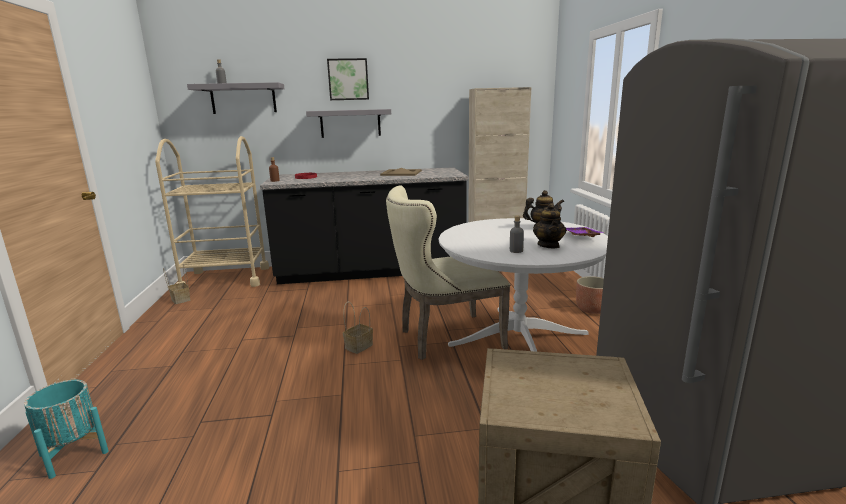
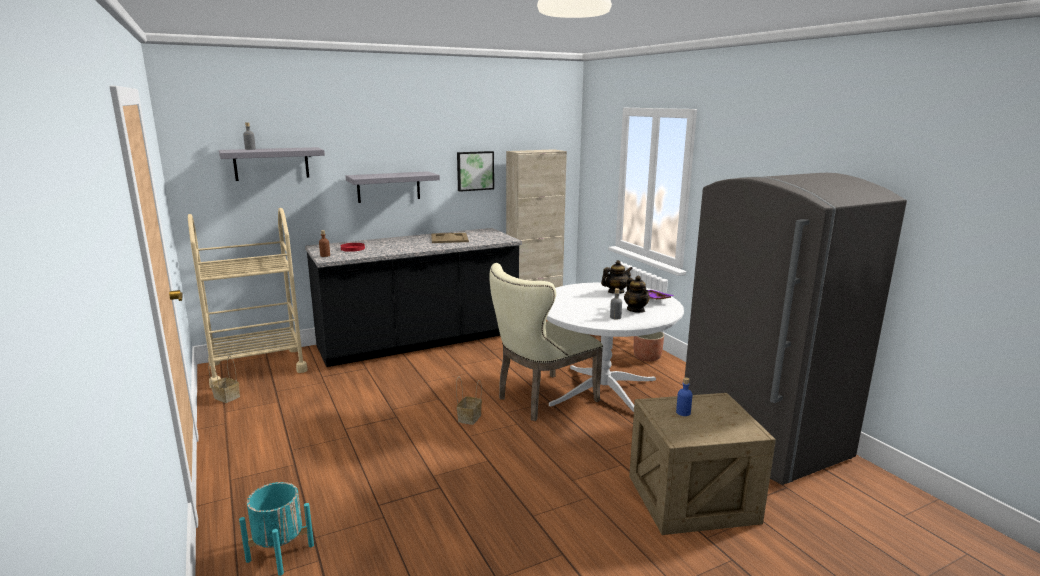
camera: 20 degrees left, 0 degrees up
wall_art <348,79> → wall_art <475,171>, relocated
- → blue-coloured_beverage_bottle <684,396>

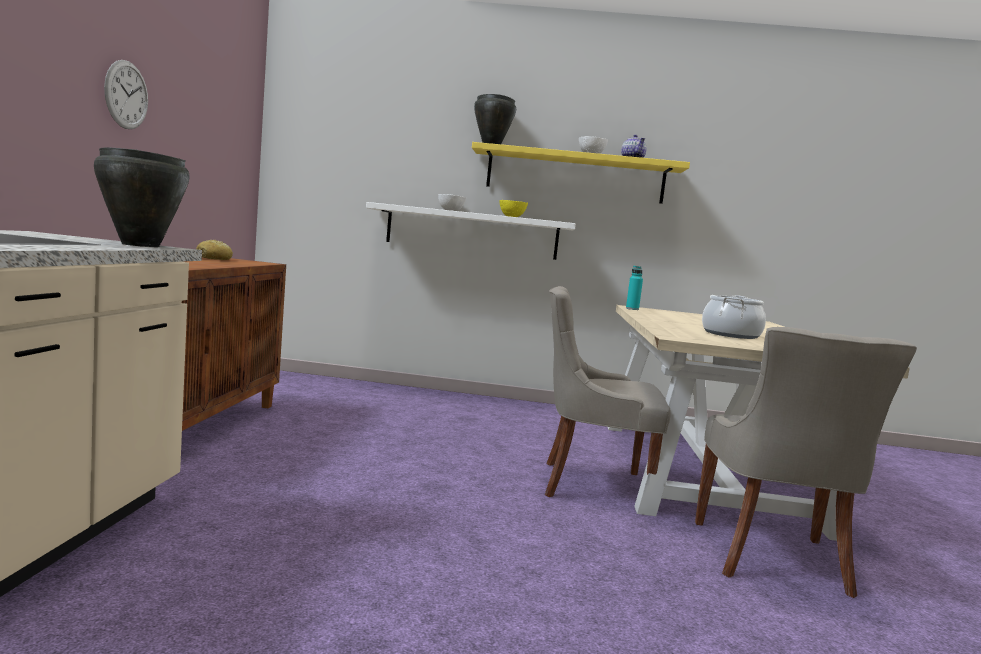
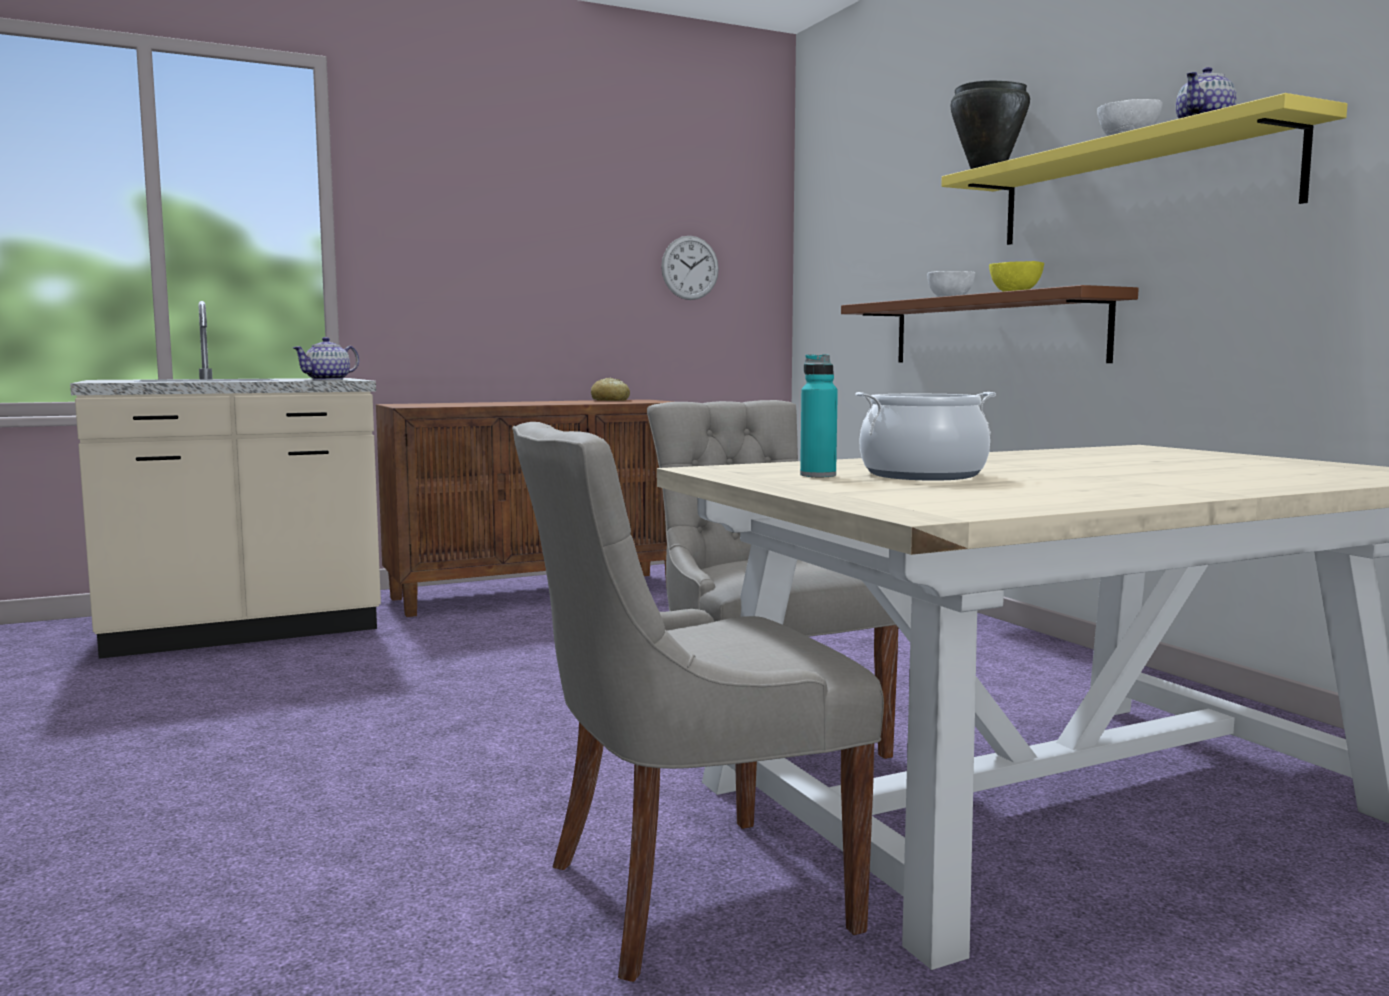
camera: 60 degrees right, 0 degrees up
black_stockpot <142,197> → teapot <325,358>
hanging_clock <126,94> → hanging_clock <690,268>, relocated
blue-green_beverage_bottle <634,288> → blue-green_beverage_bottle <819,415>, relocated
white_bracket_shelf <471,231> → brown-coloured_bracket_shelf <990,324>

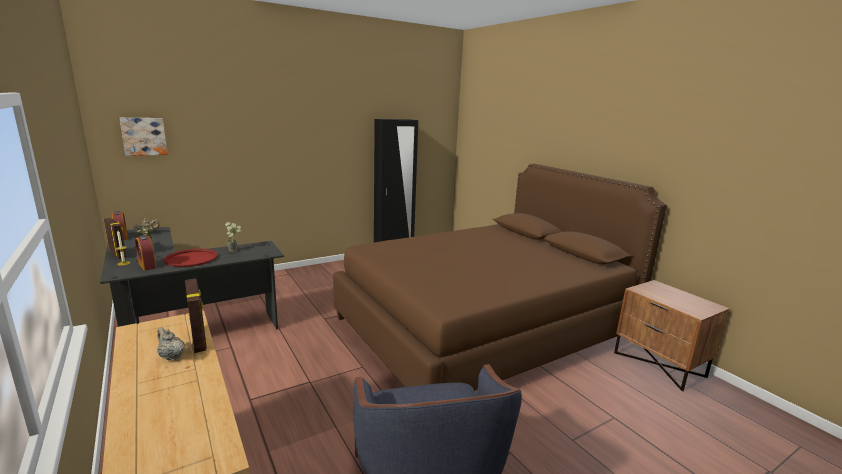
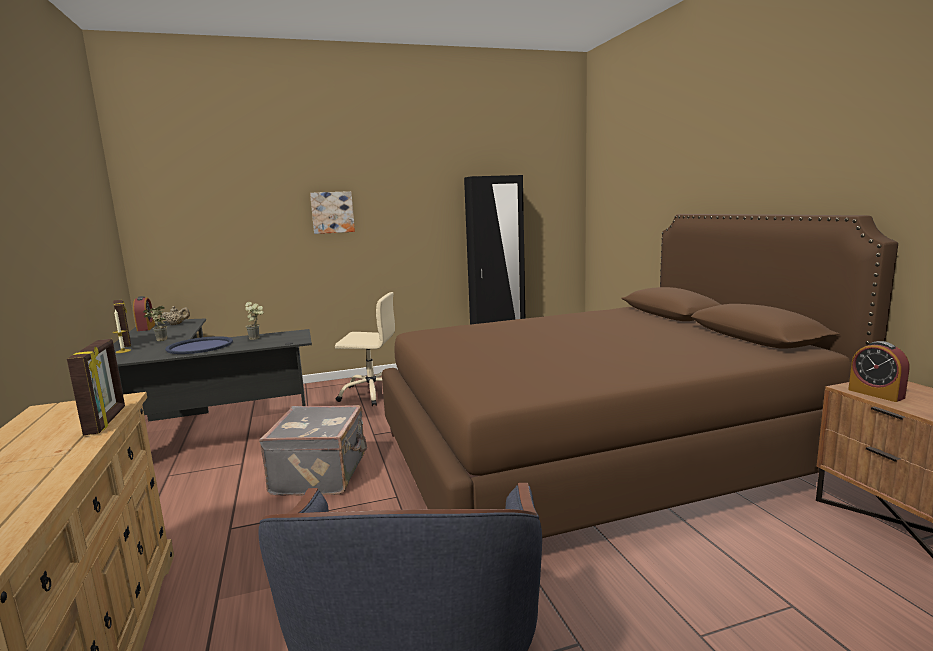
camera: 15 degrees right, 5 degrees down
reddish_serving_tray <191,258> → blue-coloured_serving_tray <199,345>
- → grey_piece_of_luggage <313,450>
wall_art <143,137> → wall_art <332,212>, relocated
- → sand-coloured_office_chair <365,349>
table_clock <146,253> → table_clock <878,371>, relocated
sand-coloured_teapot <171,343> → -

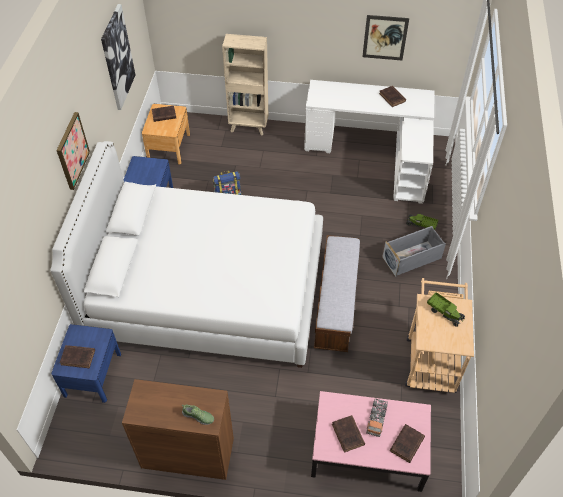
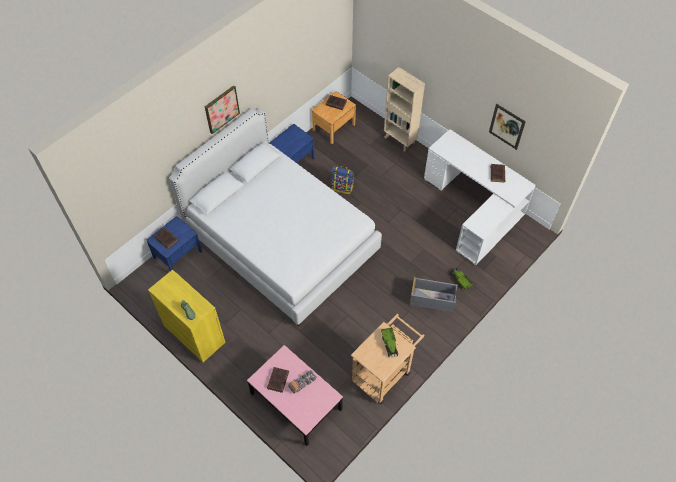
camera: 35 degrees right, 5 degrees up
brown-coloured_cabinet <178,429> → yellowish_cabinet <186,315>
wall_art <118,57> → -
indoor_bench <337,293> → -
brown-coloured_bound_book <407,443> → -

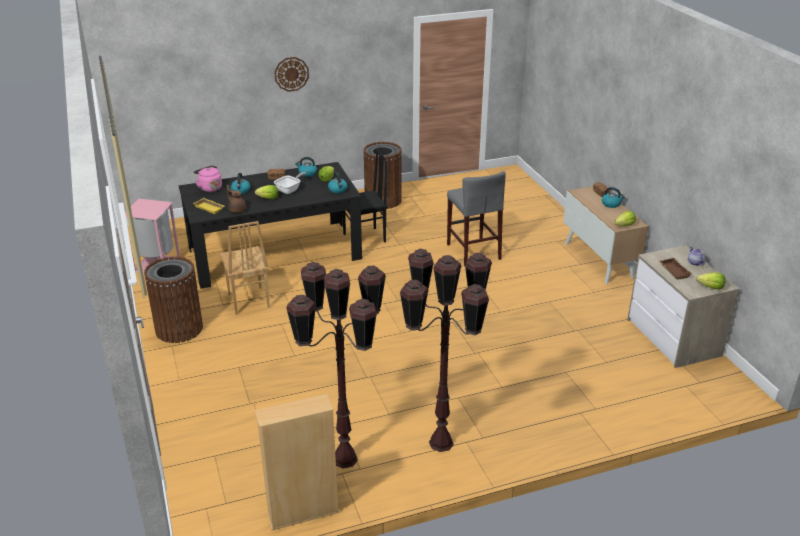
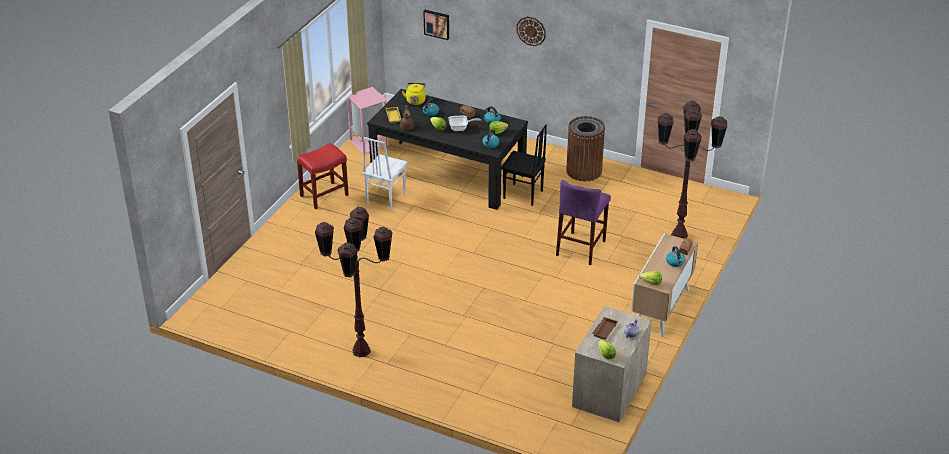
camera: 45 degrees right, 5 degrees up
brown-coloured_waste_bin <173,299> → reddish_stool_seat <323,176>
brown-coloured_chair <245,268> → white_chair <385,174>
pink-coloured_tea_kettle <208,178> → yellowish_tea_kettle <414,94>
- → wall_art <436,25>
grey_stool_seat <476,218> → purplish_stool_seat <583,222>
brown-coloured_standing_lamp <336,365> → brown-coloured_standing_lamp <692,170>, relocated
sand-coloured_bookcase <297,462> → -

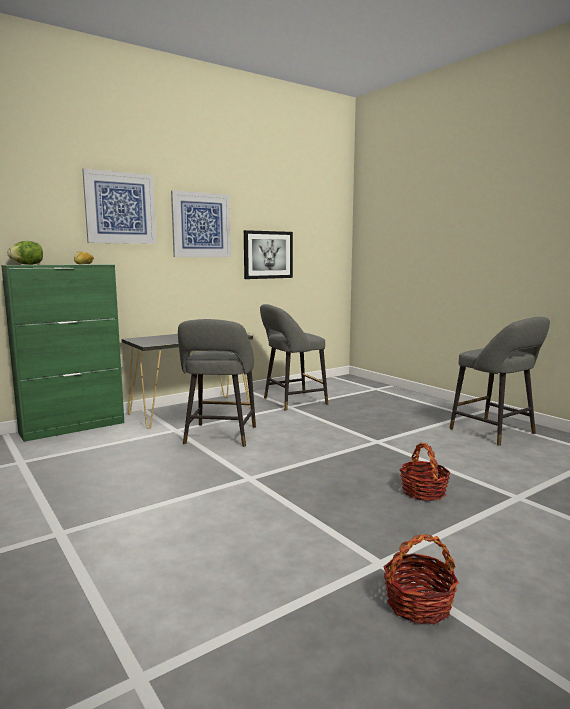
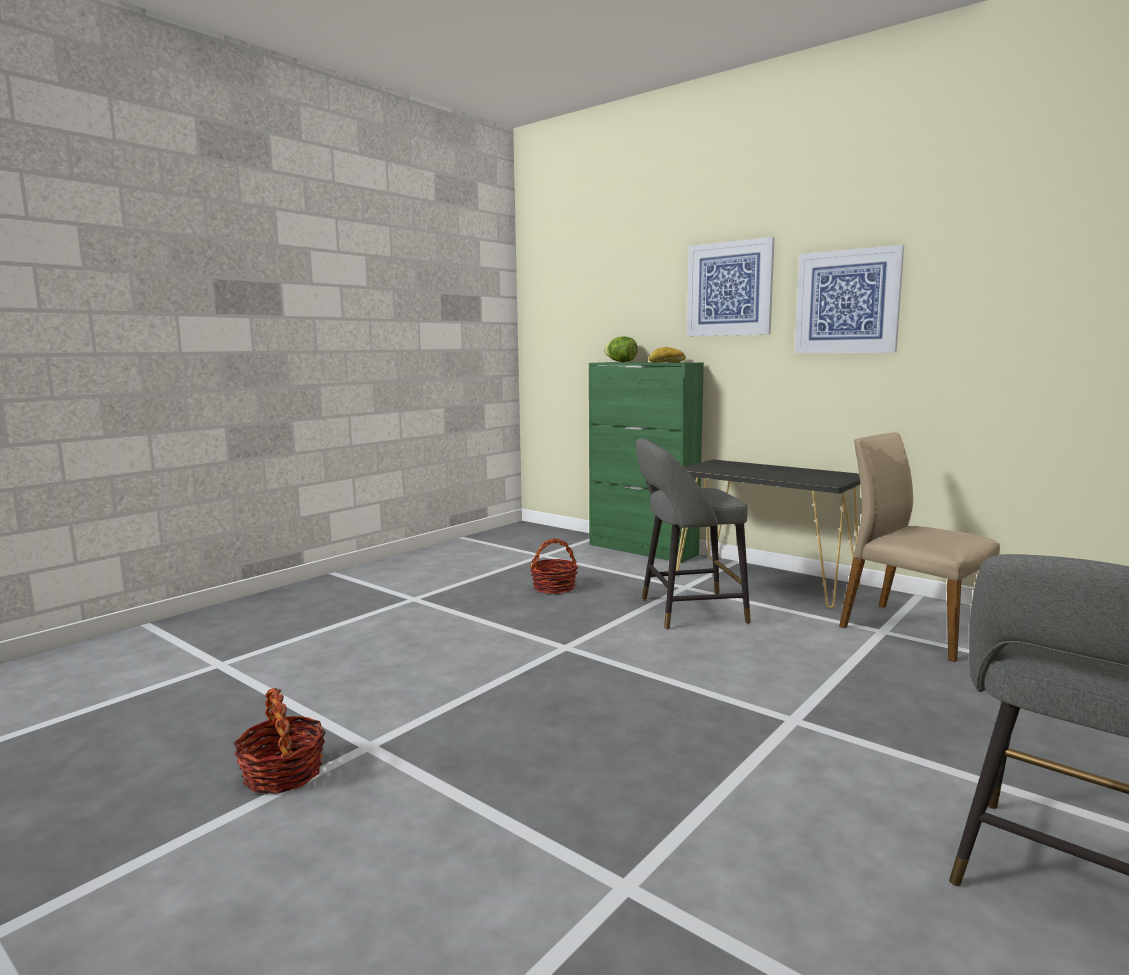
camera: 75 degrees right, 0 degrees up
household_basket <425,472> → household_basket <554,566>, relocated
grey_stool_seat <294,357> → sand-coloured_chair <919,547>
wall_art <268,254> → -

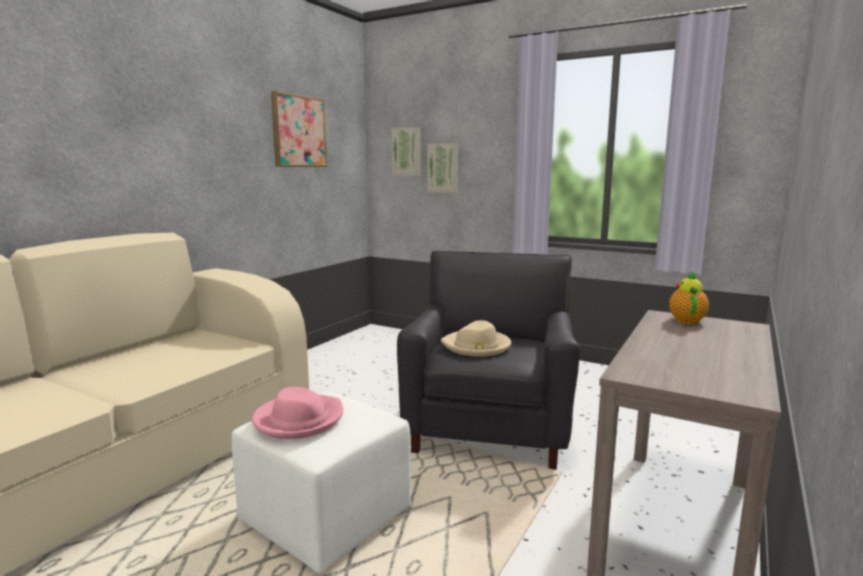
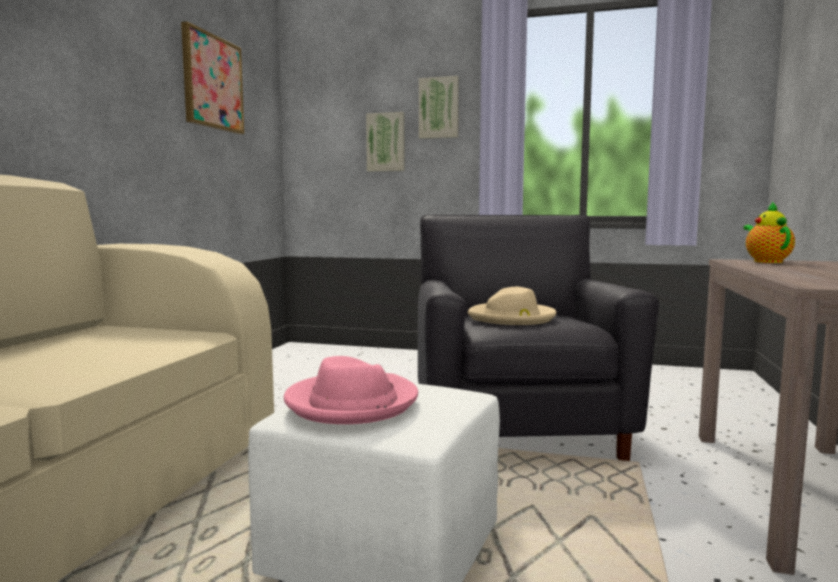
camera: 15 degrees left, 5 degrees down
wall_art <406,151> → wall_art <439,107>, relocated

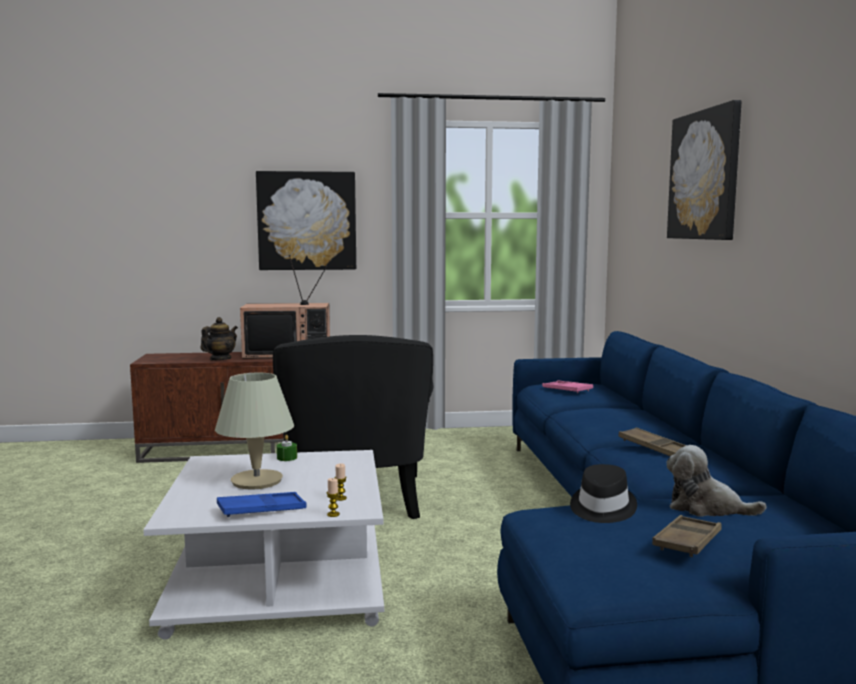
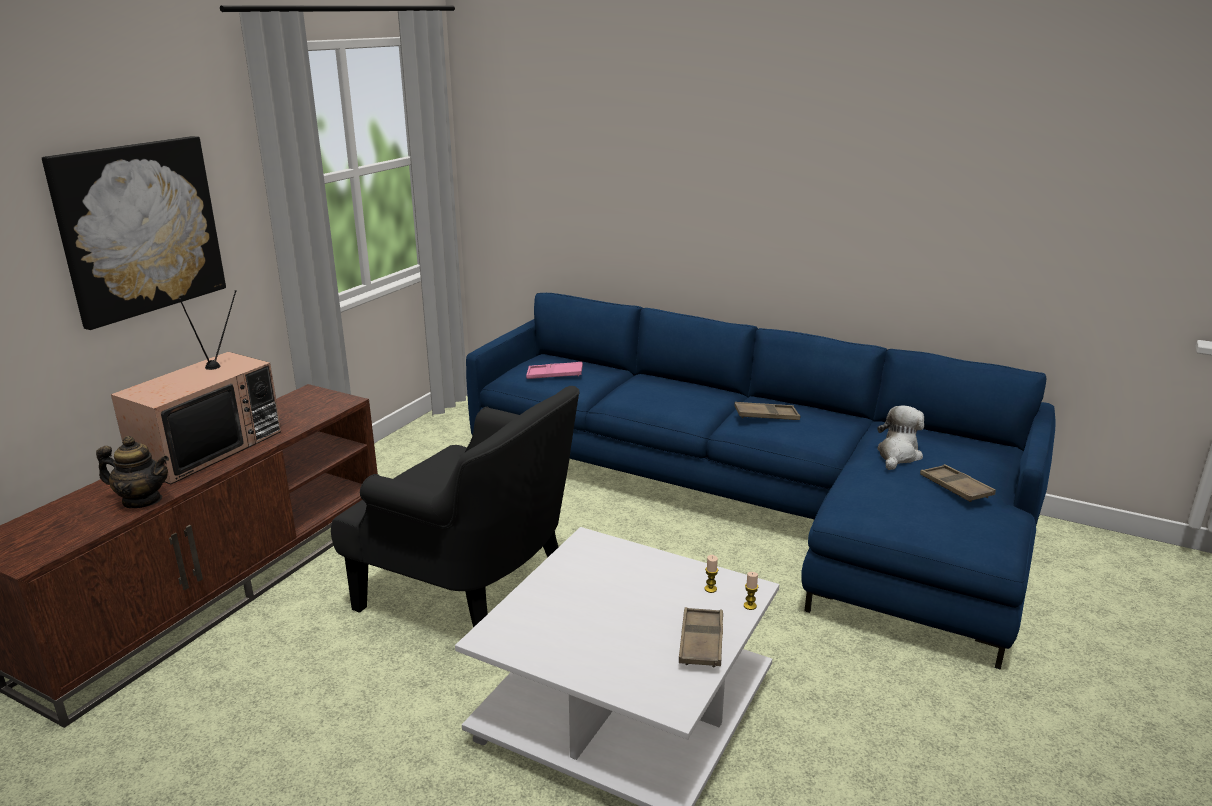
camera: 55 degrees left, 15 degrees up
teapot <219,338> → teapot <132,472>, 120 degrees clockwise
blue-coloured_serving_tray <262,504> → brown-coloured_serving_tray <701,637>
soft_toy <716,481> → soft_toy <900,437>, 150 degrees clockwise
sand-coloured_tabletop_lamp <254,431> → -
green_candle <287,448> → -
black_wearable_hat <603,493> → -
wall_art <704,170> → -

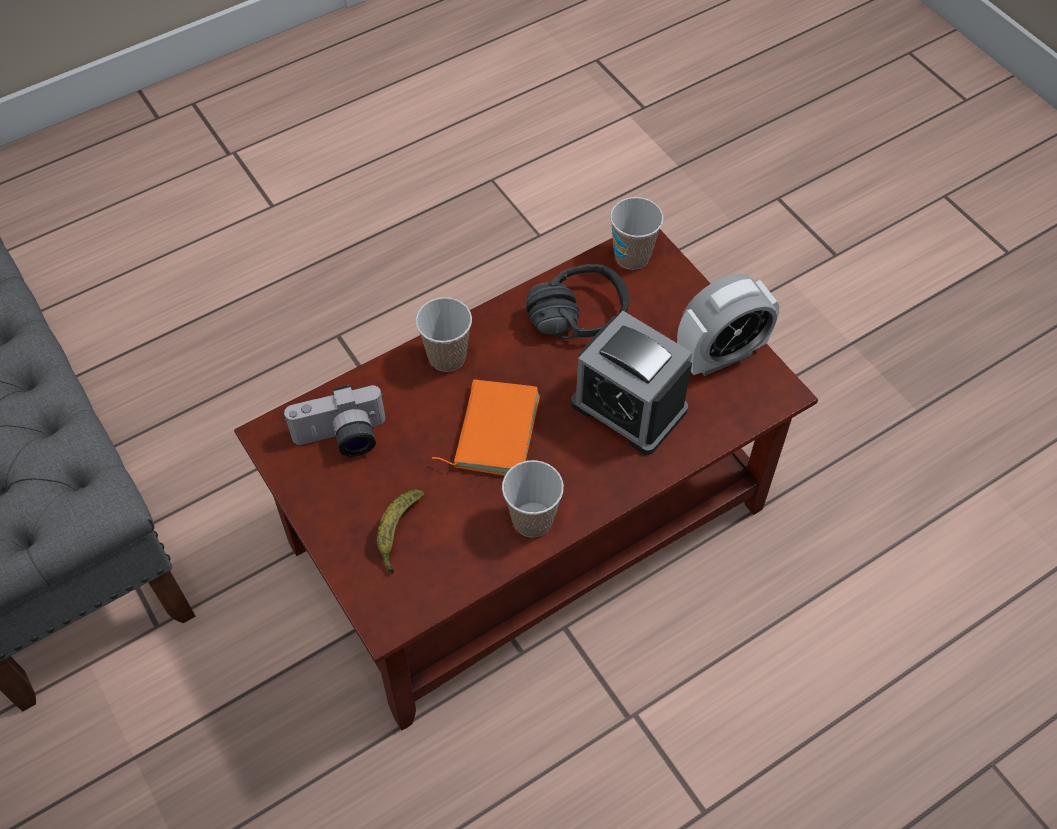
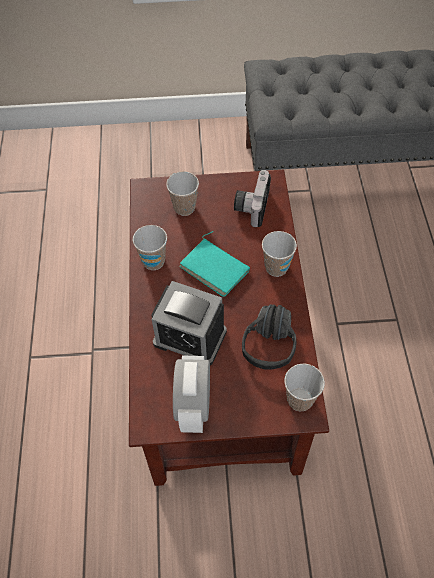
camera: 120 degrees right, 0 degrees up
table_clock <631,383> → table_clock <189,323>, 135 degrees counterclockwise
banana_fruit <401,531> → drinking_cup <182,193>
orangey_bound_book <485,427> → blue-green_bound_book <214,264>

